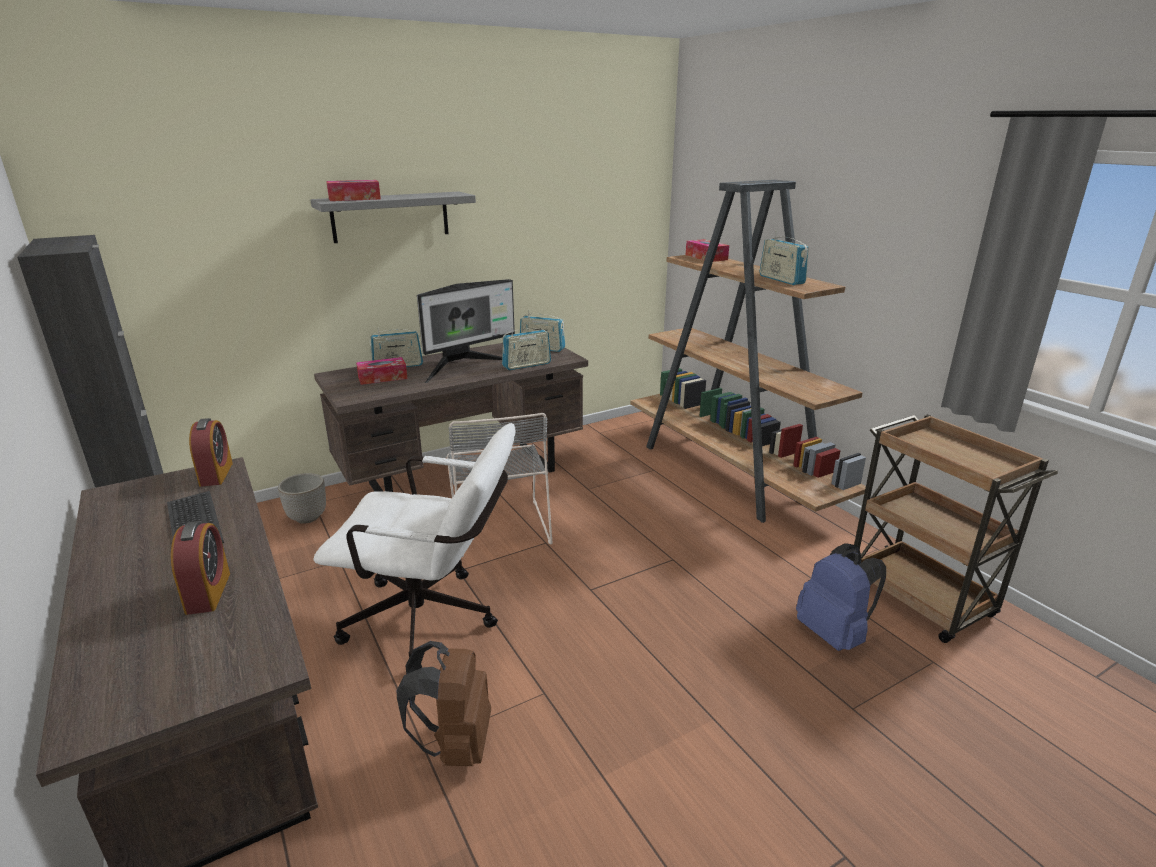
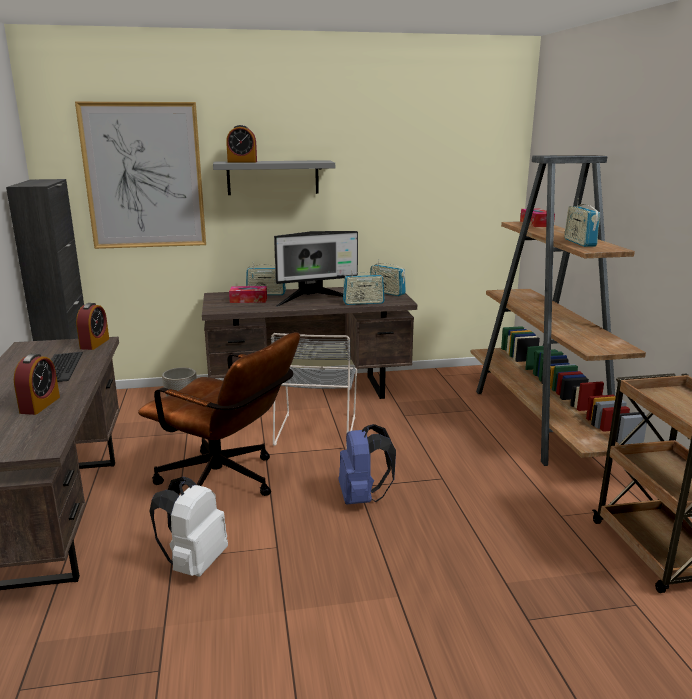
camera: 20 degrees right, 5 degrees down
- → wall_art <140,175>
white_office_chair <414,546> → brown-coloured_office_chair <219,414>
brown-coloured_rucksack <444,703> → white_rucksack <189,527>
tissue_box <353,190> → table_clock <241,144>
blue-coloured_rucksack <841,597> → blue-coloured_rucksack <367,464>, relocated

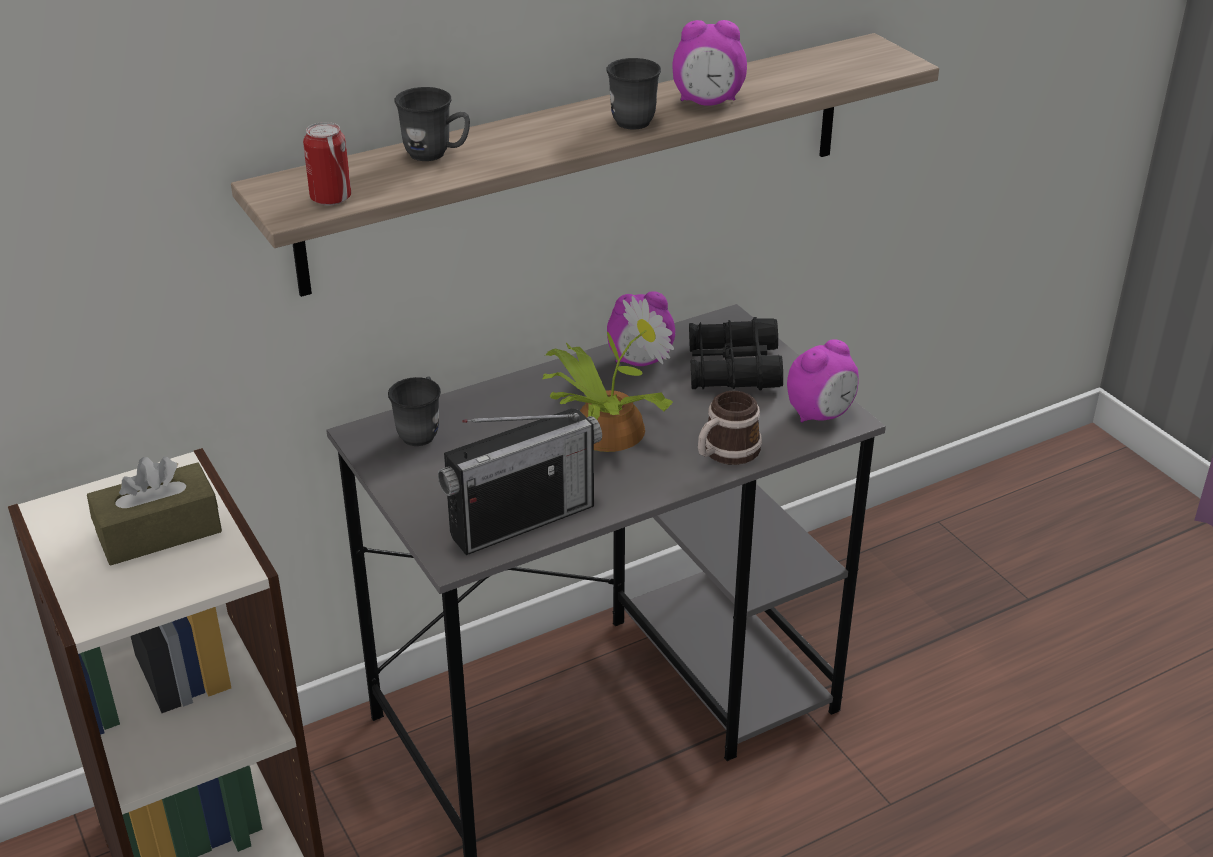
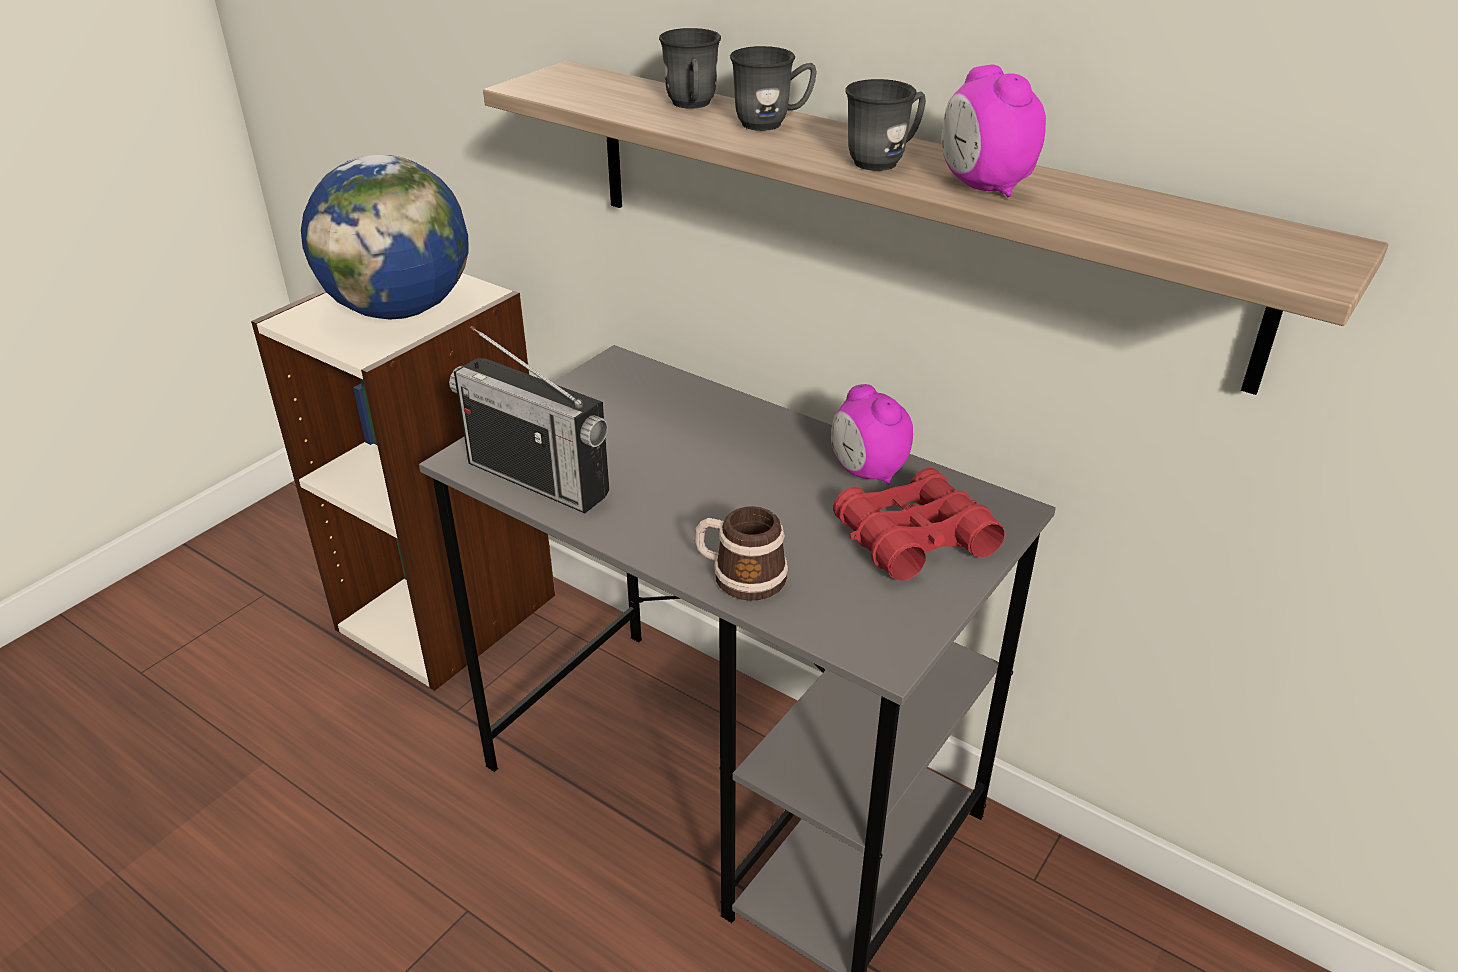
camera: 65 degrees right, 0 degrees up
brown-coloured_tissue_box <154,510> → desk_globe <385,237>
grey_tea_mug <414,411> → grey_tea_mug <773,88>, relocated
black_binoculars <736,353> → reddish_binoculars <919,524>
sealed_can <327,163> → -
houseplant <608,374> → -
table_clock <823,381> → -

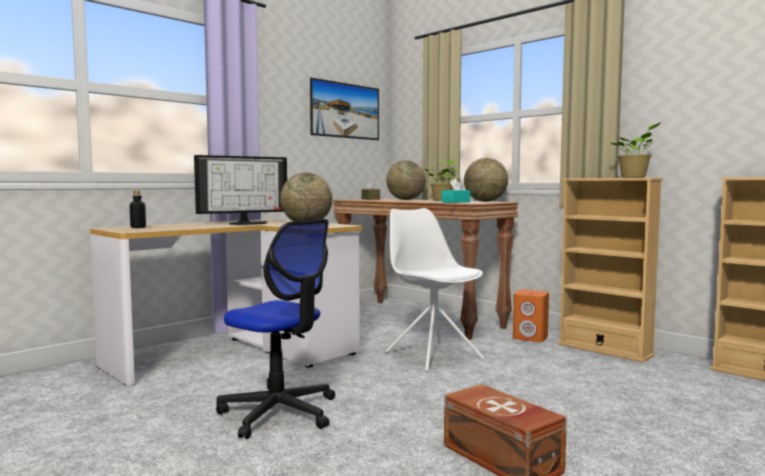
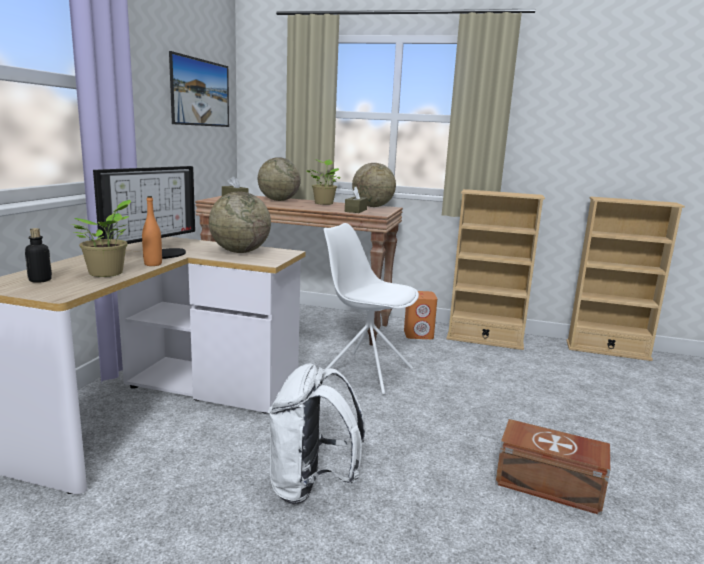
camera: 30 degrees left, 10 degrees up
houseplant <635,150> → houseplant <101,238>, relocated
- → orangey_beverage_bottle <152,231>
office_chair <275,329> → white_rucksack <316,434>
blue-green_tissue_box <456,190> → brown-coloured_tissue_box <356,200>

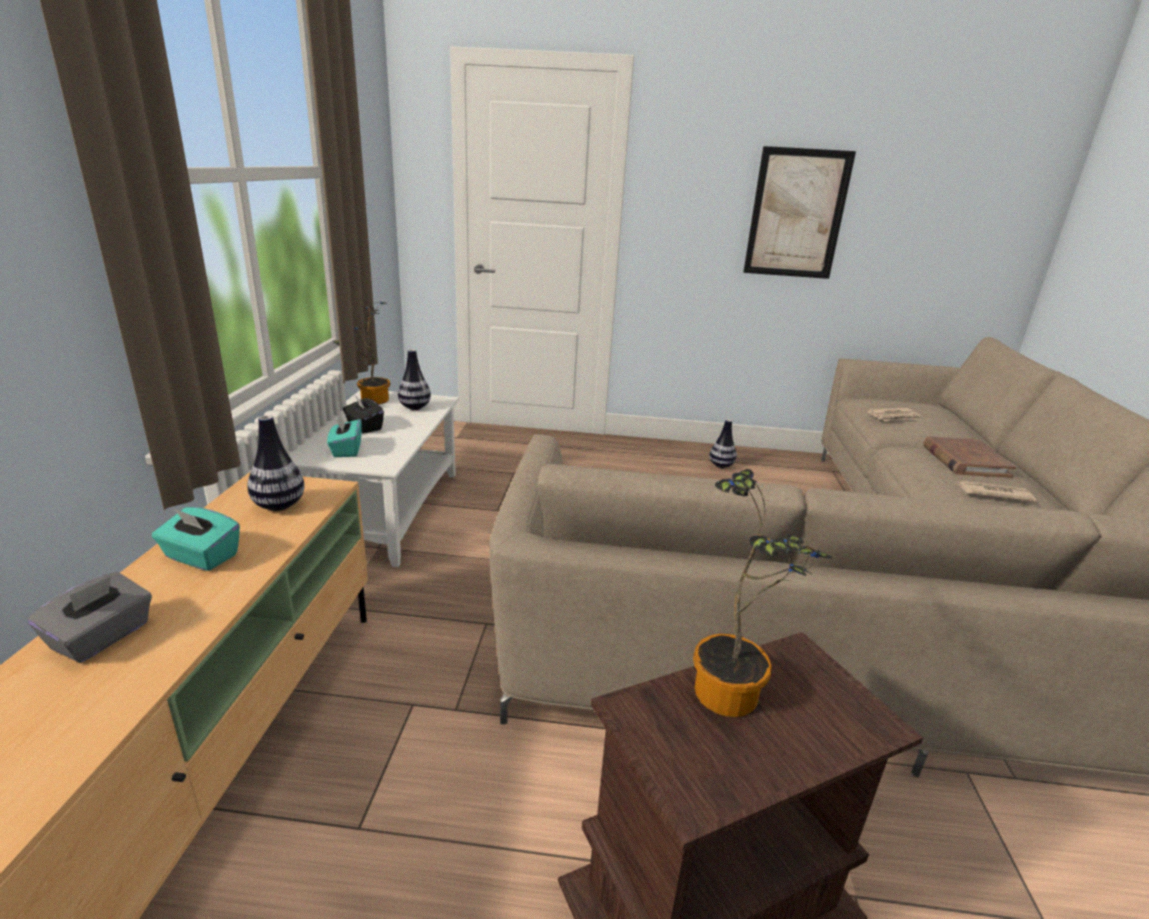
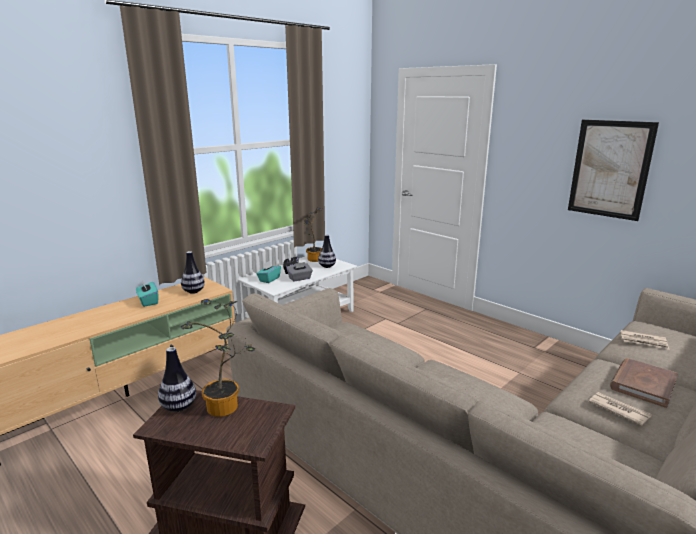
camera: 40 degrees right, 5 degrees down
flower_vase <723,443> → flower_vase <177,379>, relocated
grey_tissue_box <90,617> → grey_tissue_box <299,272>, relocated

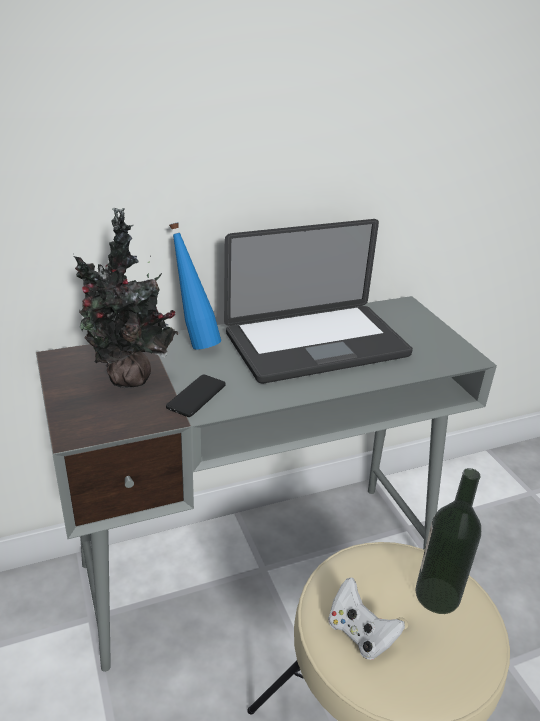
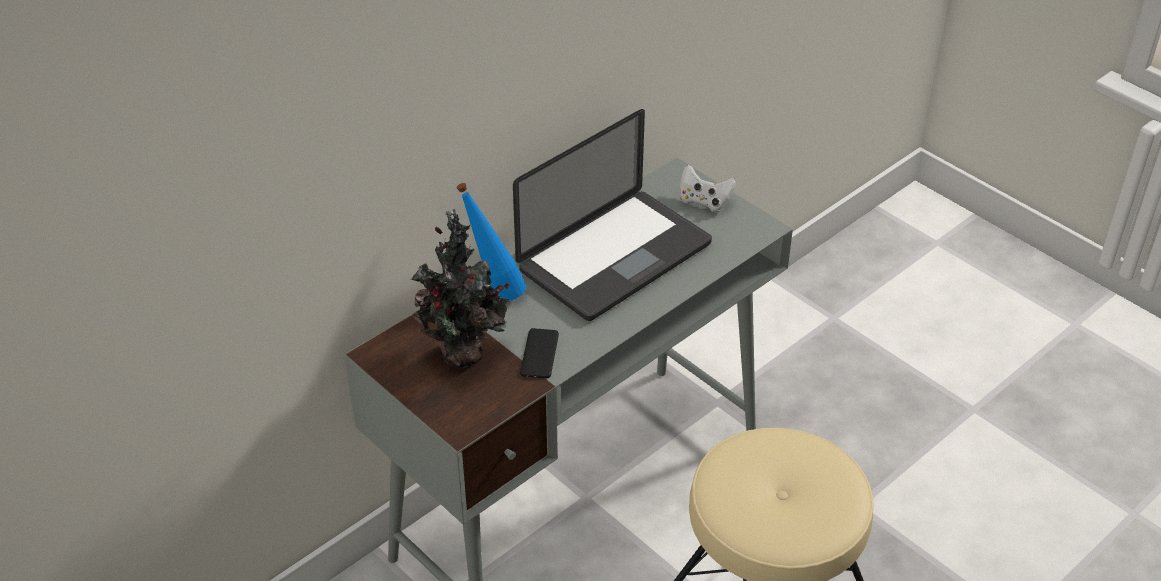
camera: 20 degrees left, 10 degrees up
white_game_controller <366,618> → white_game_controller <708,188>, relocated
beverage_bottle <448,541> → -

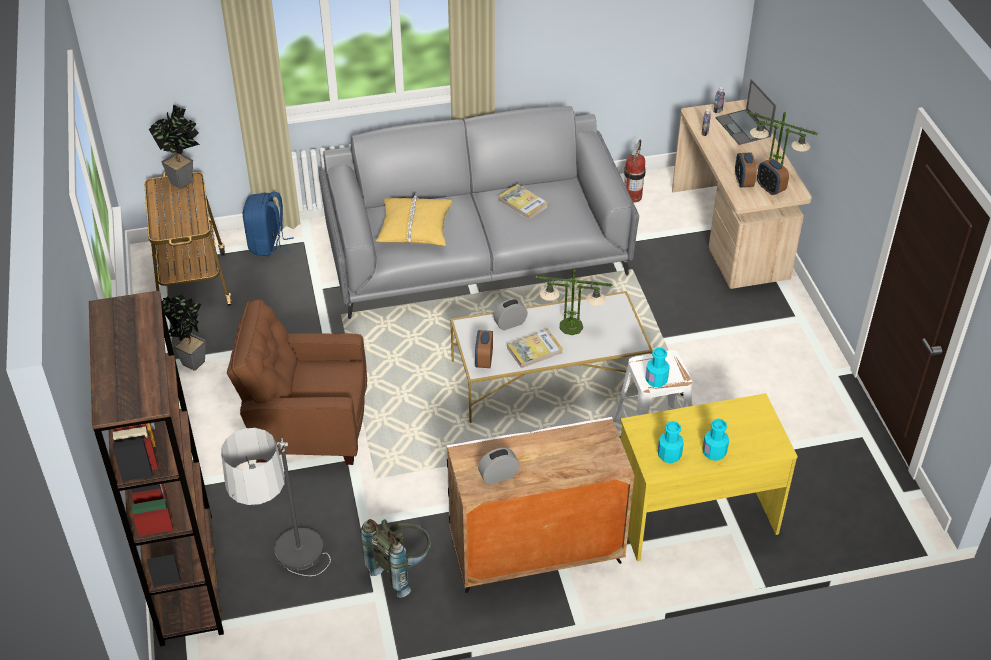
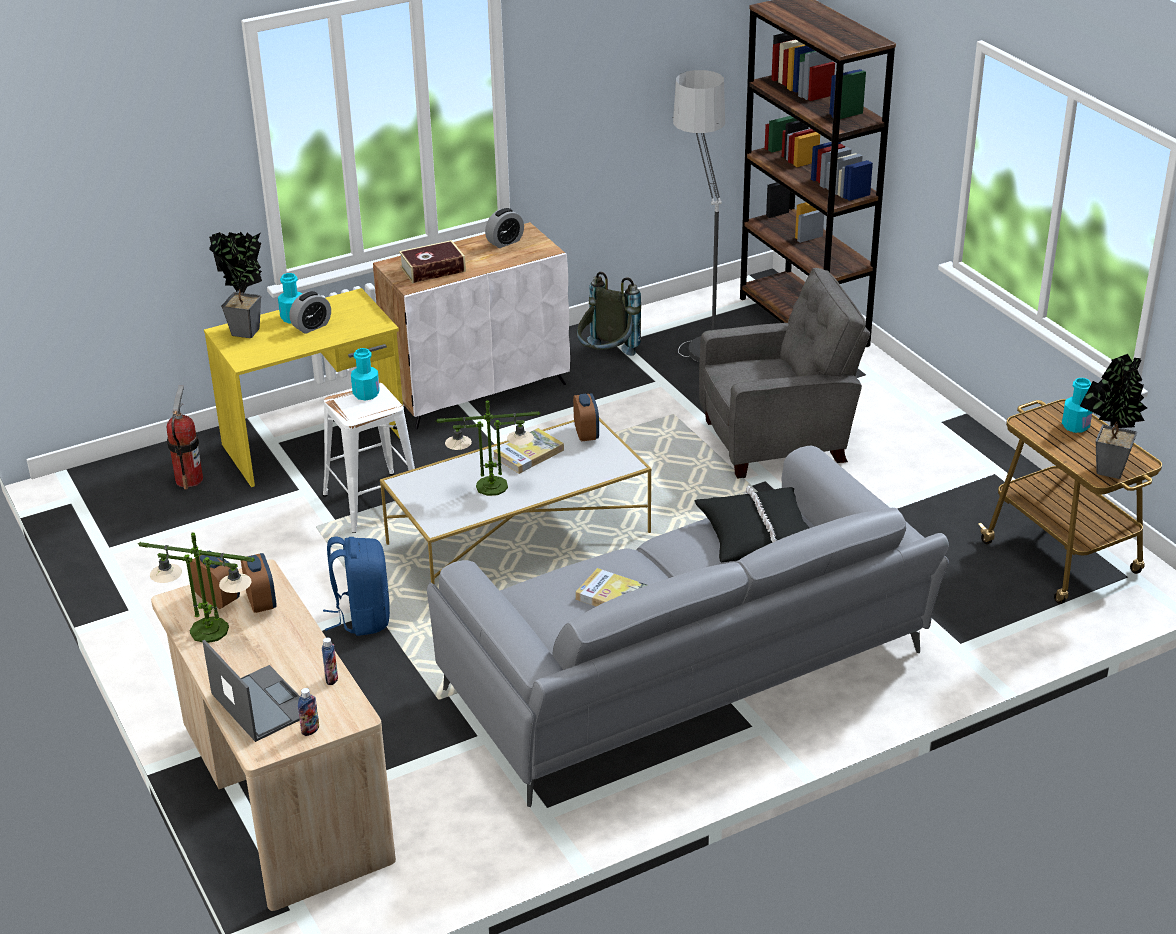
camera: 165 degrees right, 10 degrees down
extinguisher <635,171> → extinguisher <185,437>, relocated
houseplant <184,332> → houseplant <235,285>, relocated
table_clock <510,315> → table_clock <310,312>, relocated
blue-coloured_rucksack <268,224> → blue-coloured_rucksack <356,586>, relocated
- → bound_book <432,261>
yellowish_cushion <414,220> → black_cushion <752,524>
brown-coloured_lounge_chair <297,382> → grey_lounge_chair <785,373>
blue-green_beverage_bottle <671,442> → blue-green_beverage_bottle <1077,405>, relocated

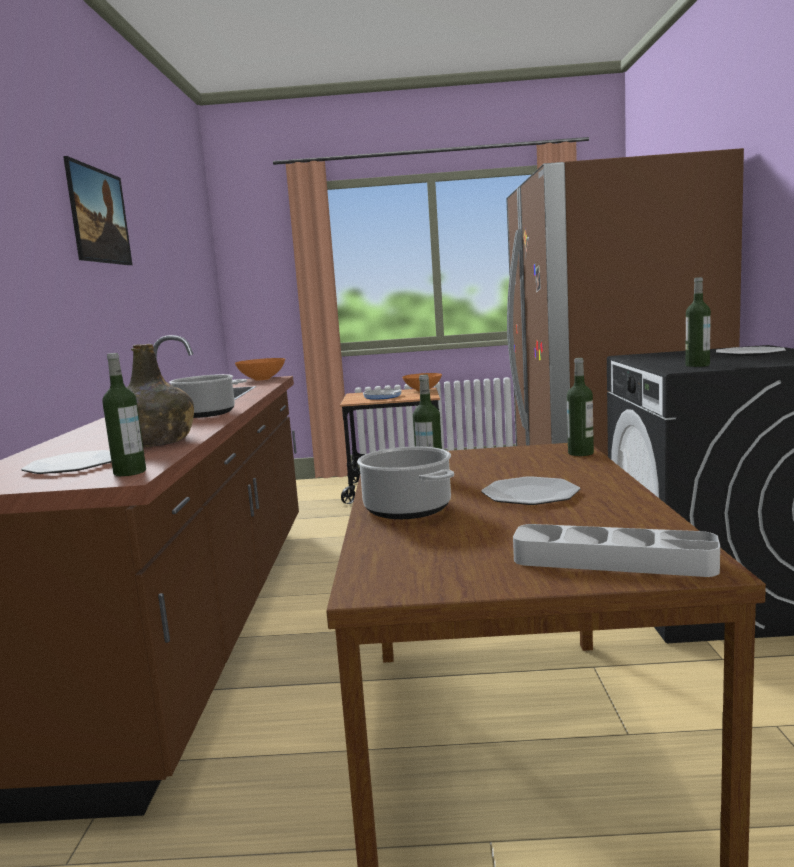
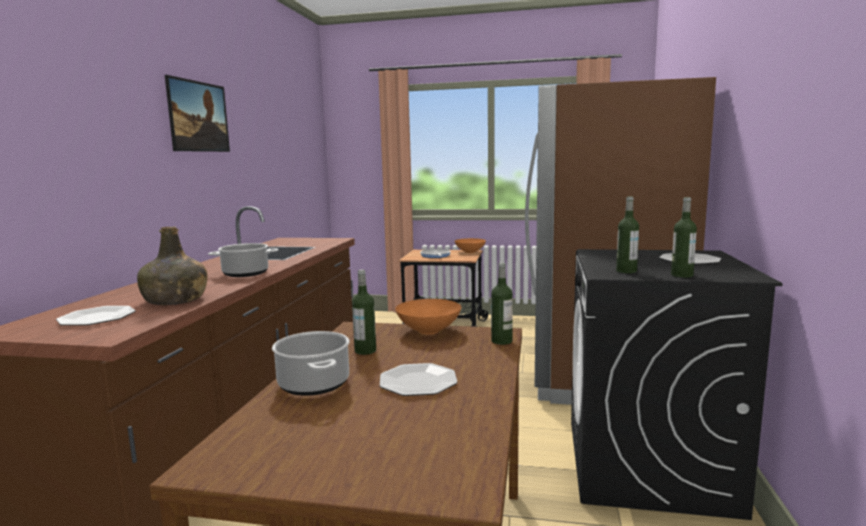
camera: 10 degrees right, 0 degrees up
orangey_serving_bowl <260,369> → orangey_serving_bowl <428,316>, relocated
beverage_bottle <124,414> → beverage_bottle <684,237>, relocated
grey_serving_tray <616,550> → -

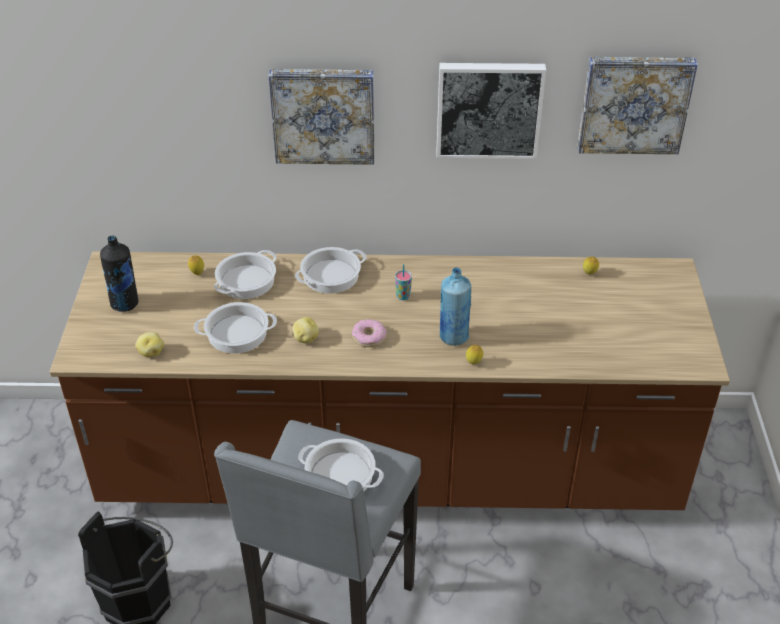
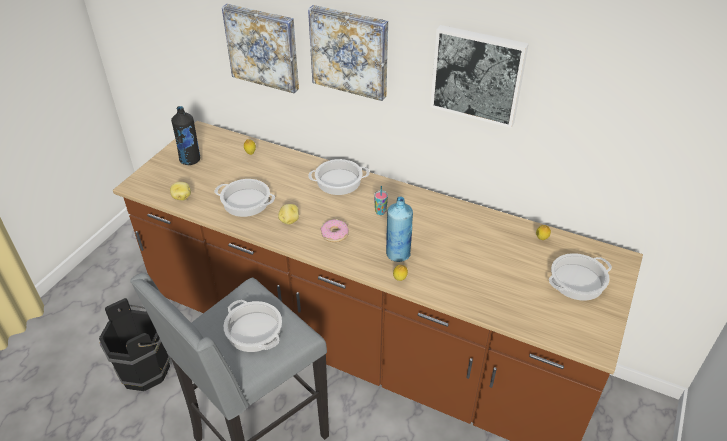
camera: 25 degrees right, 0 degrees up
wall_art <637,105> → wall_art <260,48>, relocated
stockpot <245,274> → stockpot <580,277>, relocated

